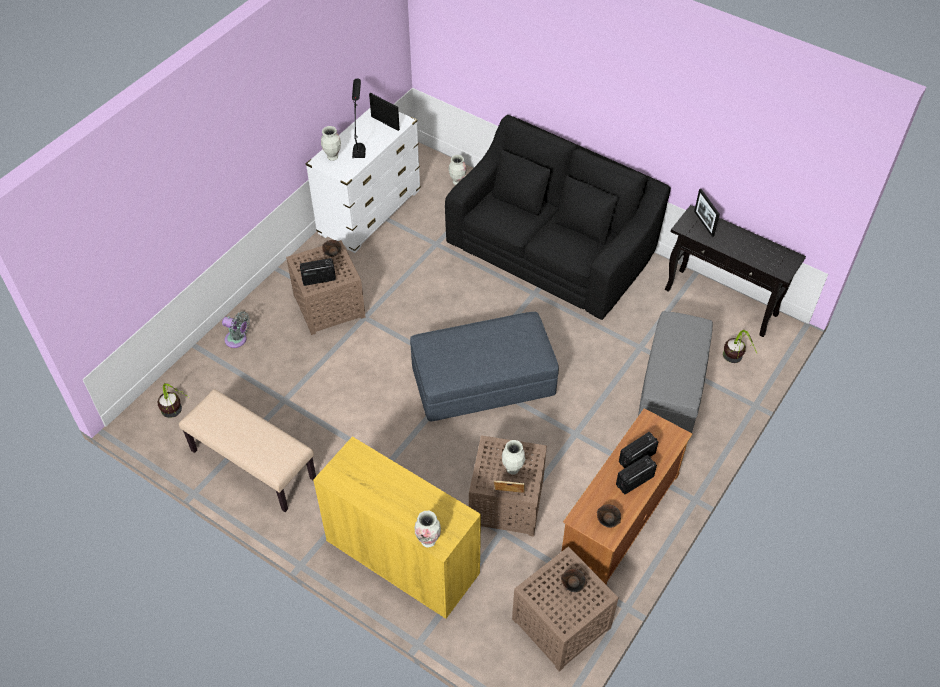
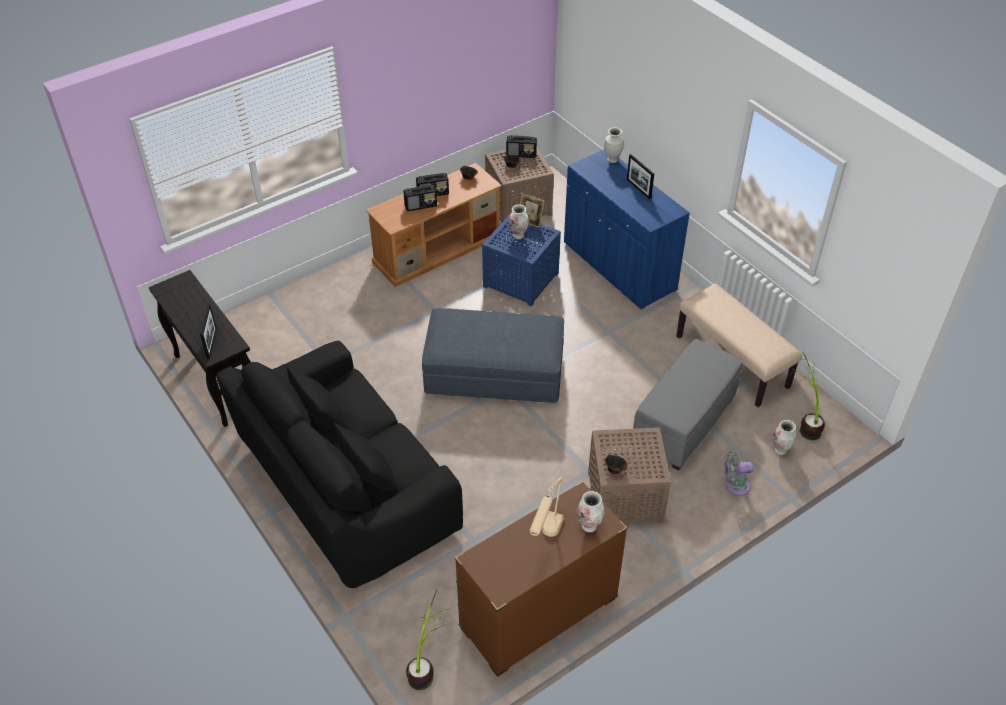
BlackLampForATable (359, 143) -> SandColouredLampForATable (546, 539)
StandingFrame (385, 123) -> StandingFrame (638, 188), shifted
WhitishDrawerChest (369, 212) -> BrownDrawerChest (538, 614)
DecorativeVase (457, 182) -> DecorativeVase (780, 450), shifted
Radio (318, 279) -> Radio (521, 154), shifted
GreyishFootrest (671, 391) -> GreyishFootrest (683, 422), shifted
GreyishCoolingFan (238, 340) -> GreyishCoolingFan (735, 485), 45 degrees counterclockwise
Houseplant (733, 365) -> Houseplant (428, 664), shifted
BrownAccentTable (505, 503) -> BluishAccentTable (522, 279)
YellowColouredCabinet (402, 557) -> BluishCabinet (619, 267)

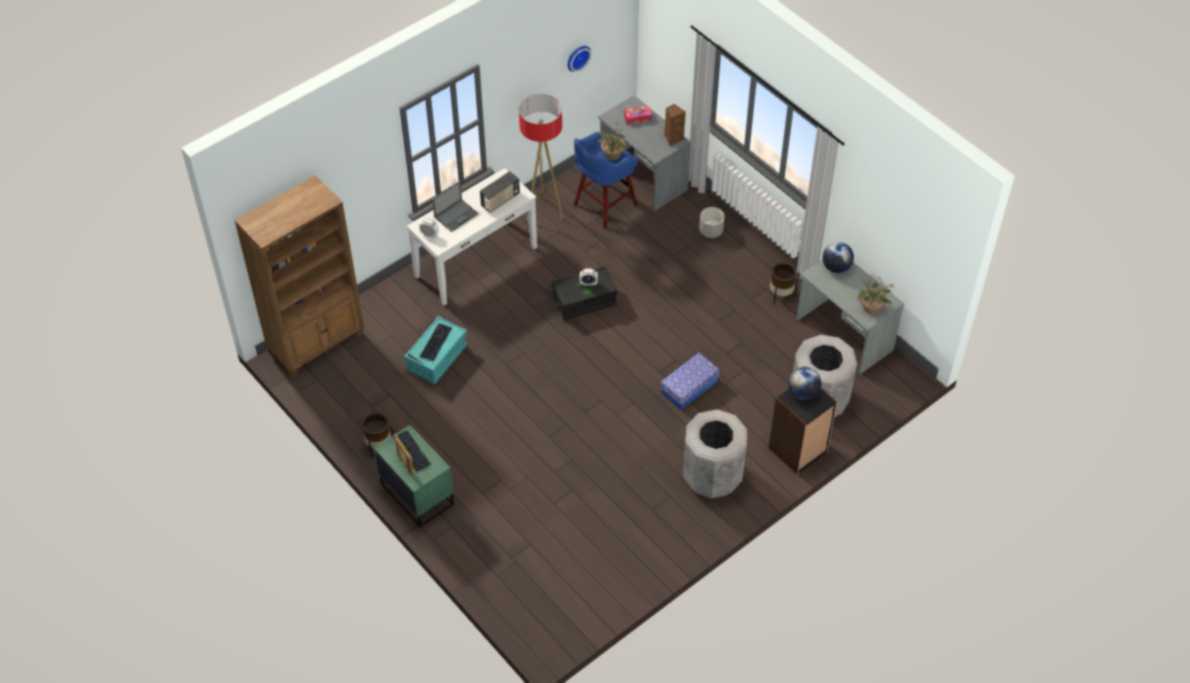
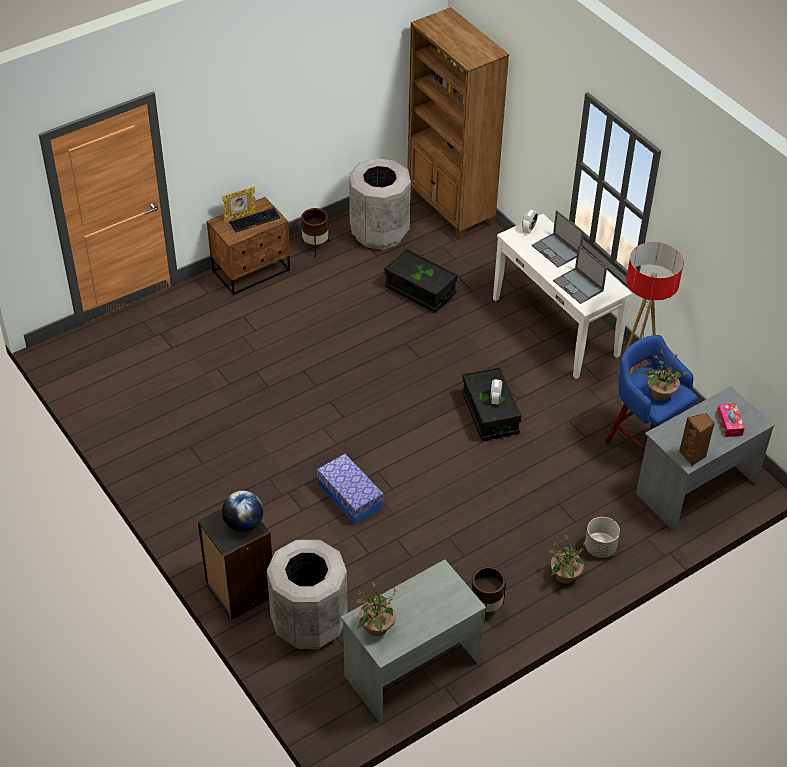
HangingClock (577, 57) -> none
Radio (500, 200) -> NotebookComputer (578, 286)
Globe (836, 267) -> none
BlueGreenStorageBox (437, 358) -> BlackStorageBox (420, 291)
Keyboard (435, 342) -> none
GreyishWasteBin (711, 476) -> GreyishWasteBin (379, 232), shifted
GreenBedsideTable (418, 494) -> BrownBedsideTable (252, 271)
none -> Houseplant (564, 576)

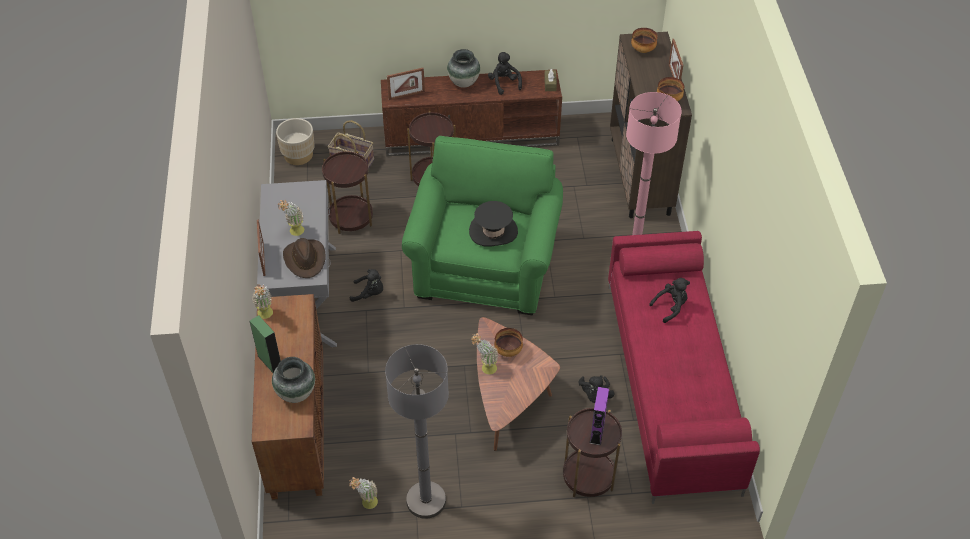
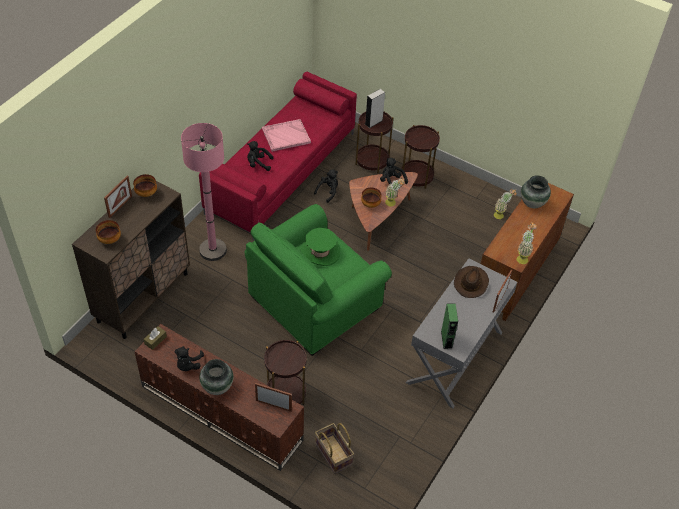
SandColouredPlantPot (298, 155) -> none
BrownAccentTable (351, 218) -> BrownAccentTable (416, 177), shifted
Houseplant (294, 233) -> none
BlackClothingHat (493, 231) -> GreenClothingHat (320, 252)
BlackSoftToy (369, 293) -> BlackSoftToy (391, 181), shifted
GreenLoudspeaker (270, 361) -> GreenLoudspeaker (446, 339), shifted
GreyishFloorLamp (426, 500) -> none
PurpleColouredLoudspeaker (597, 432) -> GreyishLoudspeaker (373, 122)
none -> PinkishServingTray (285, 136)

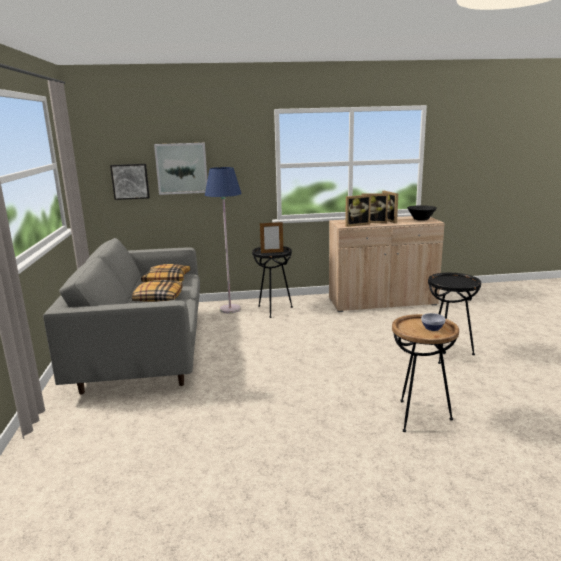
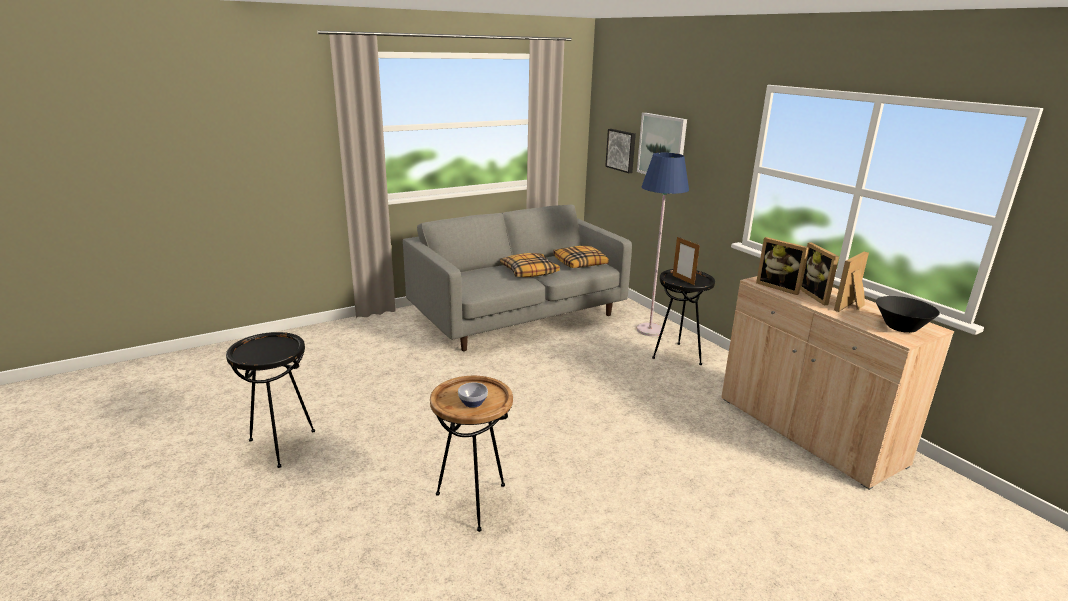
BlackAccentTable (448, 354) -> BlackAccentTable (281, 445), shifted

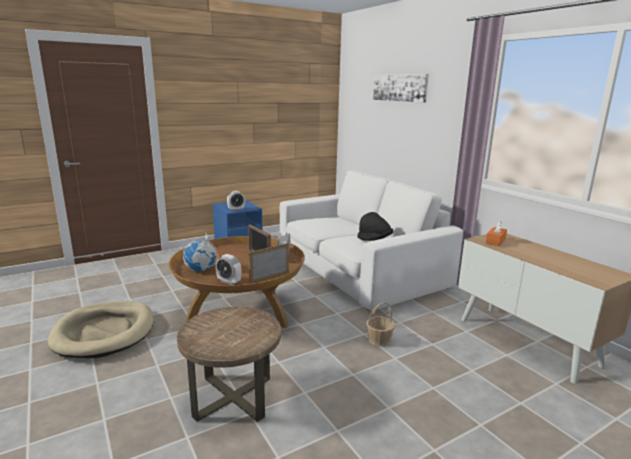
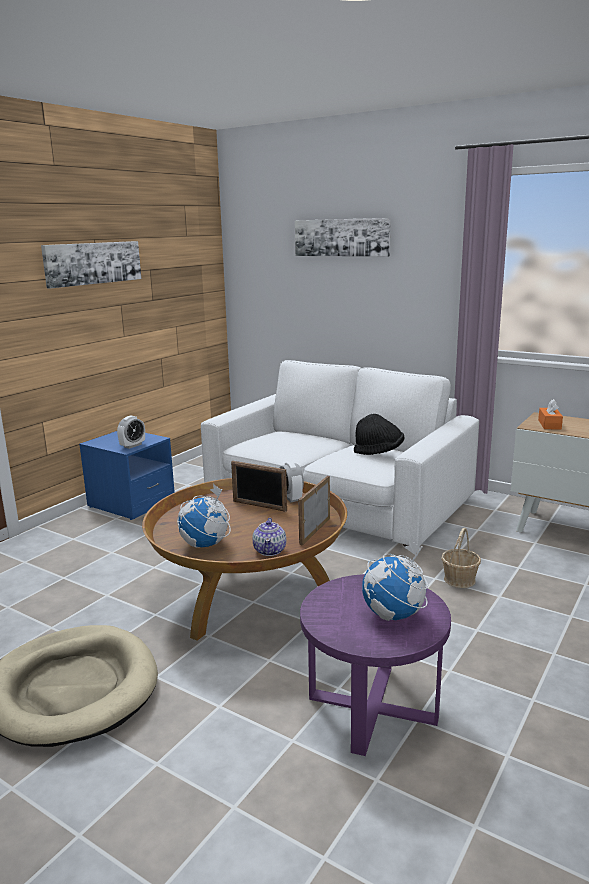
TableClock (229, 282) -> PotForTea (270, 550)
BrownAccentTable (233, 396) -> PurpleColouredAccentTable (372, 707)
none -> WallPicture (93, 263)
none -> Globe (394, 615)

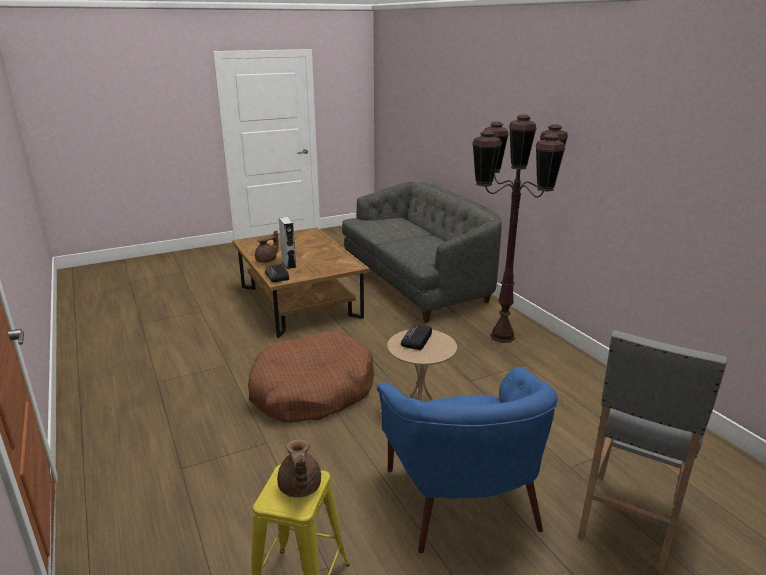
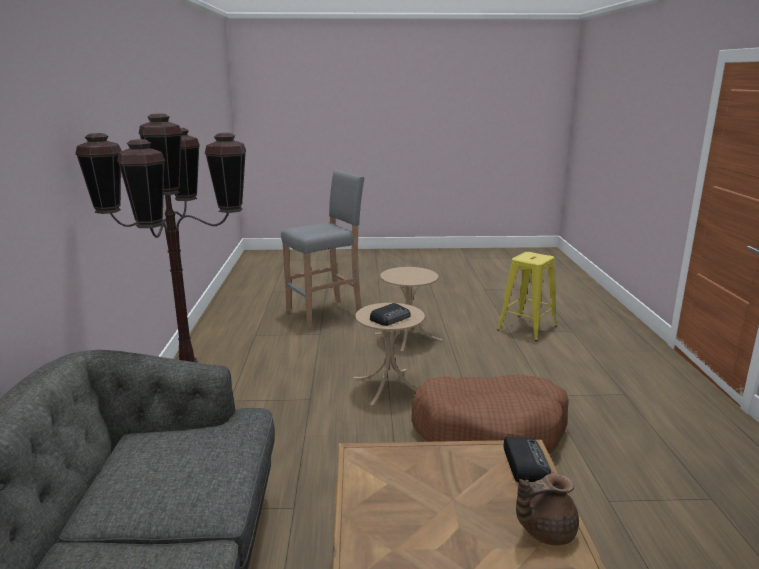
GreyishLoudspeaker (288, 264) -> none
BluishEasyChair (463, 499) -> SandColouredAccentTable (408, 337)
BrownPotForTea (299, 488) -> none

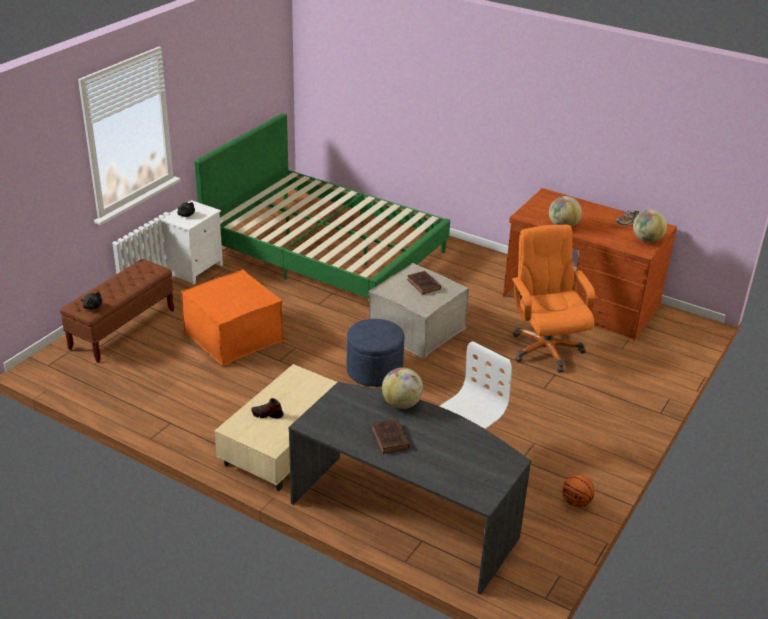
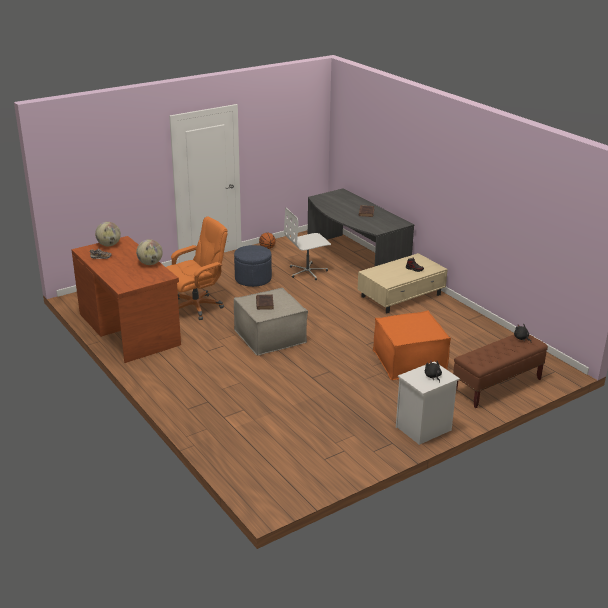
GreenBed (325, 250) -> none
OrangeyDeskChair (545, 349) -> OrangeyDeskChair (196, 307), 135 degrees counterclockwise
BluishFootrest (374, 371) -> BluishFootrest (253, 279), shifted
Globe (401, 404) -> none

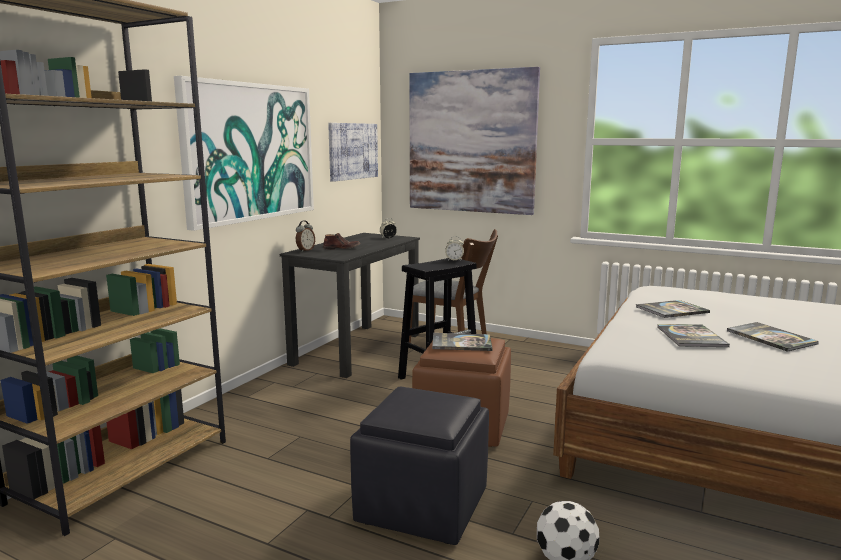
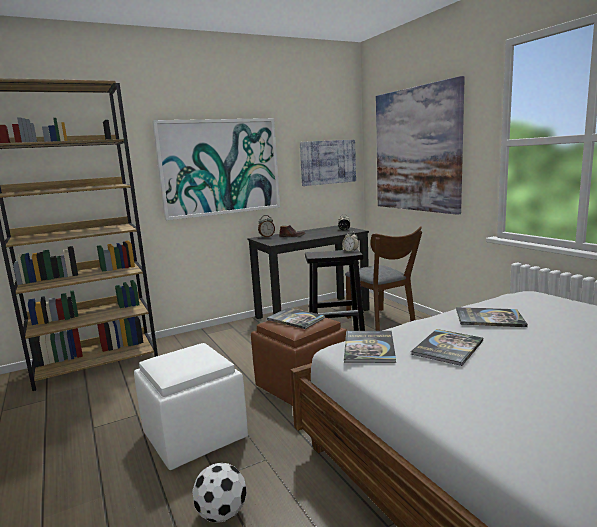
Volume (771, 337) -> Volume (369, 347), shifted
BlackFootrest (421, 505) -> WhitishFootrest (195, 435)

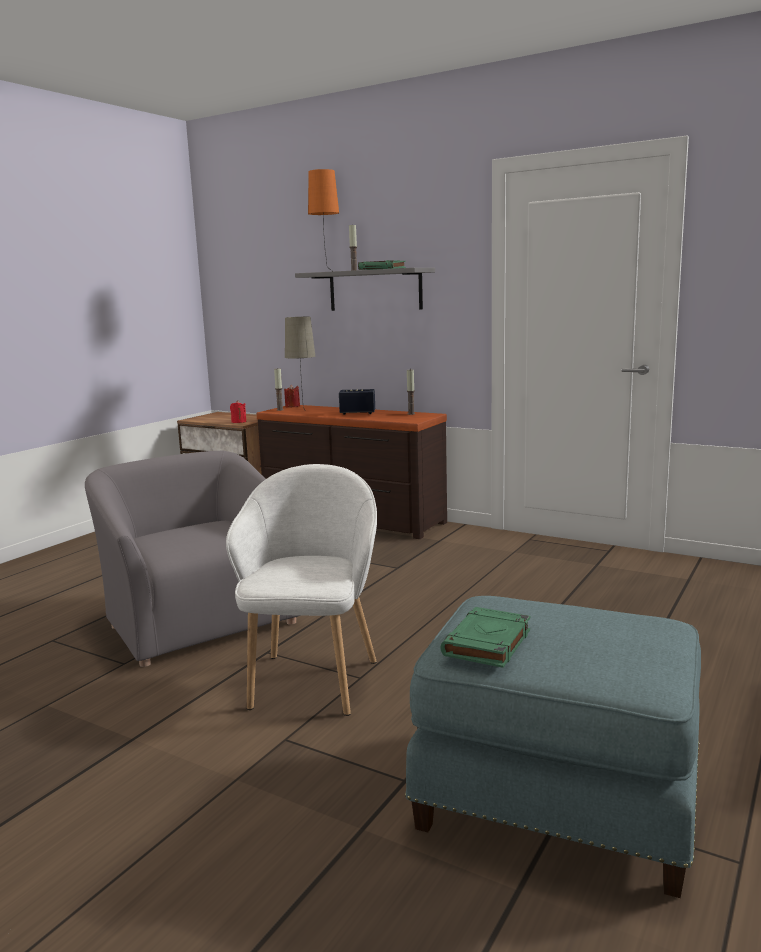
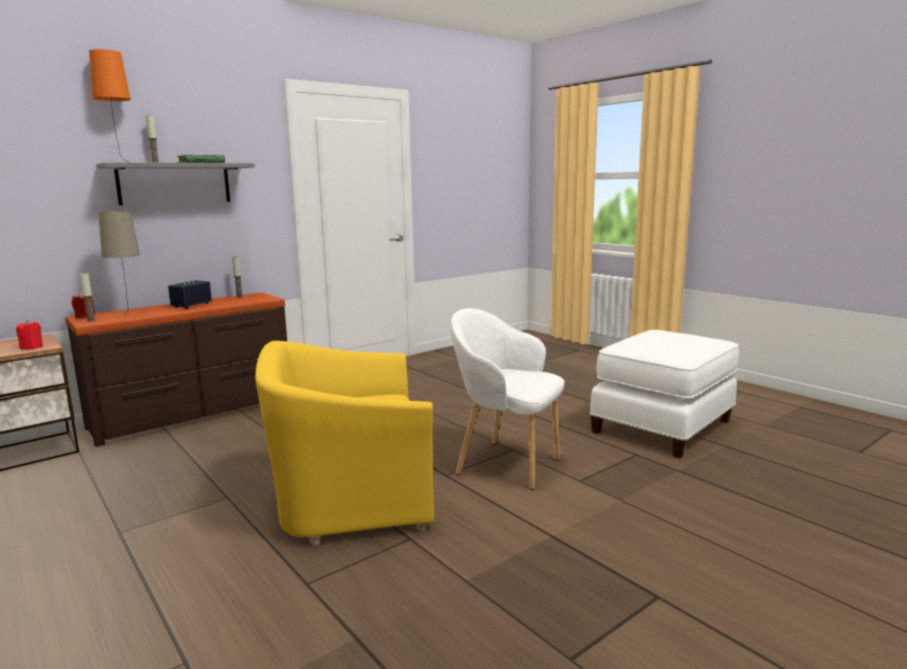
GreyishEasyChair (199, 620) -> YellowColouredEasyChair (350, 498)
BluishFootrest (556, 802) -> WhitishFootrest (663, 427)
GreenVolume (487, 643) -> none

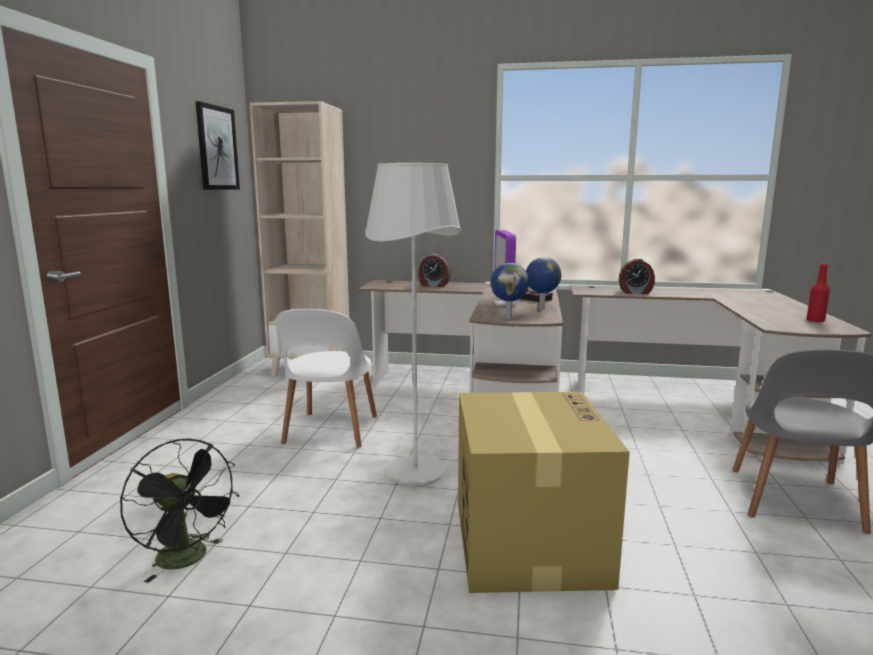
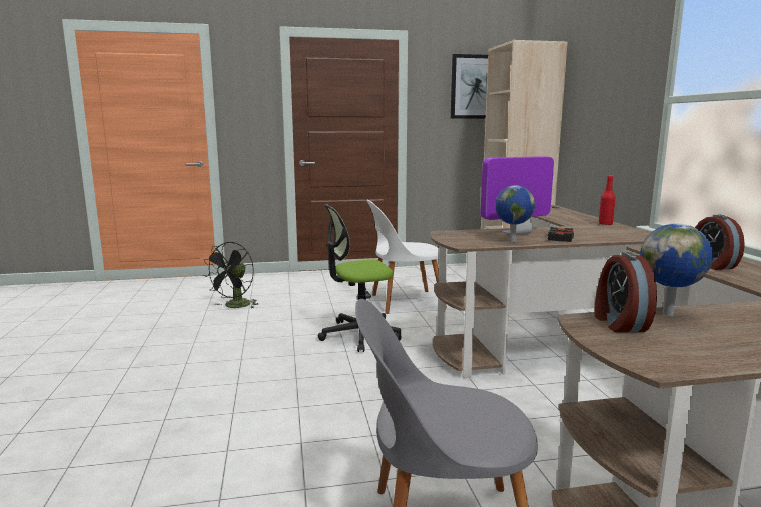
WhitishFloorLamp (415, 473) -> DeskChair (359, 335)
TableClock (434, 285) -> TableClock (619, 323), shifted
Globe (508, 318) -> Globe (669, 313), shifted
ReddishBottle (815, 321) -> ReddishBottle (605, 224), shifted
PackingBox (527, 540) -> none

